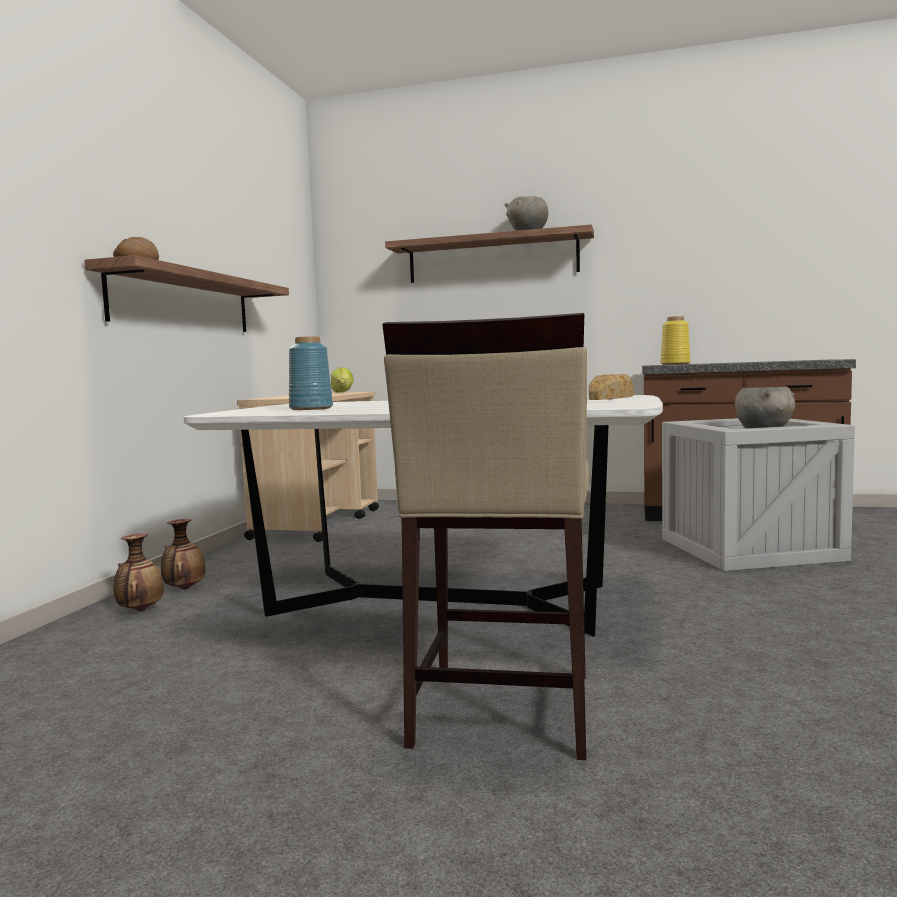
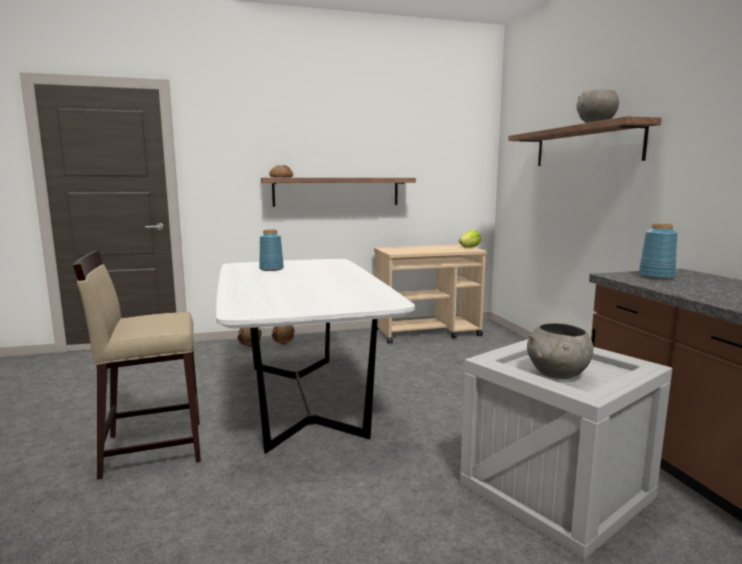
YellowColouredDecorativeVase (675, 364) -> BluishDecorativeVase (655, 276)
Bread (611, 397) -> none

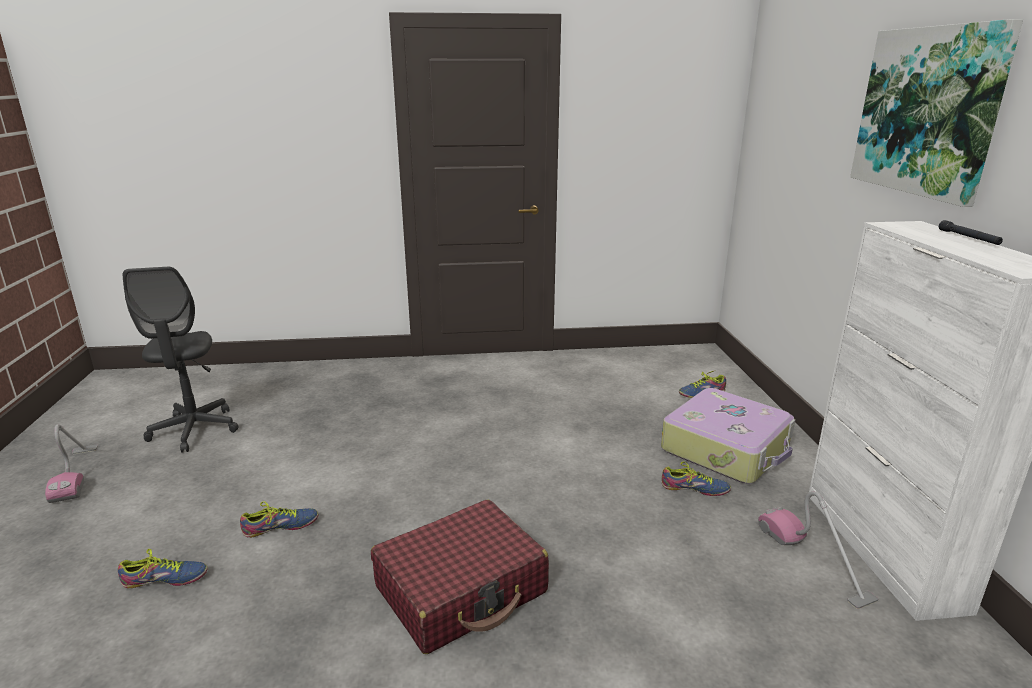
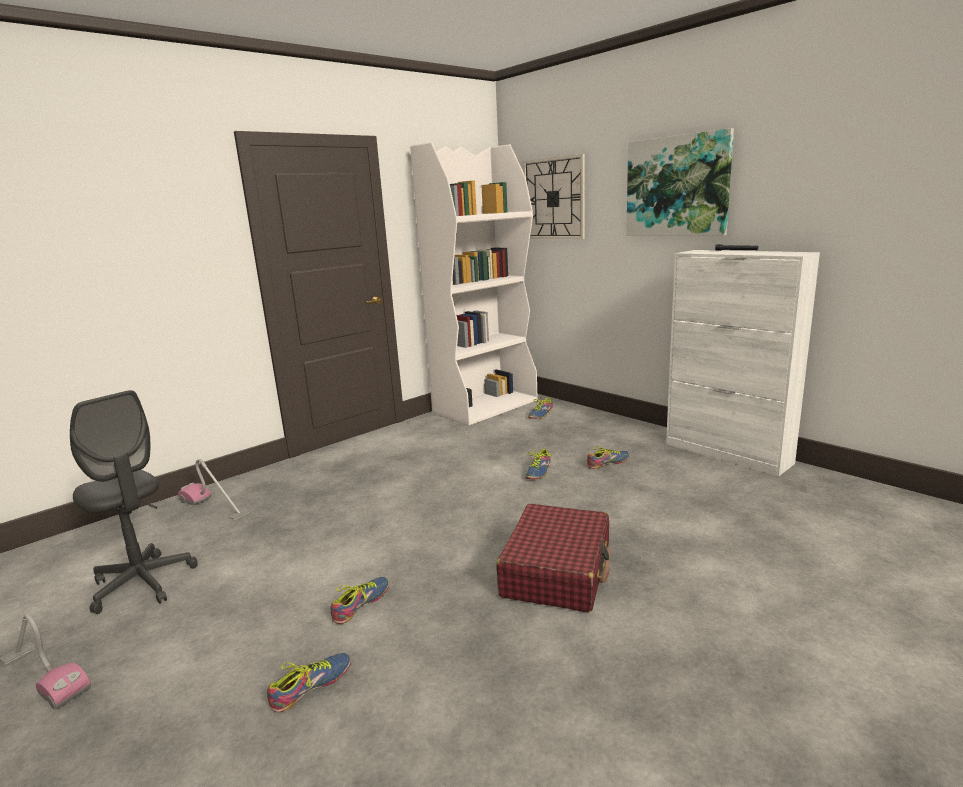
Suitcase (726, 448) -> none
Hoover (813, 560) -> Hoover (214, 506), shifted
none -> WhitishBookshelf (486, 406)
none -> HangingClock (554, 199)
none -> Shoe (539, 471)

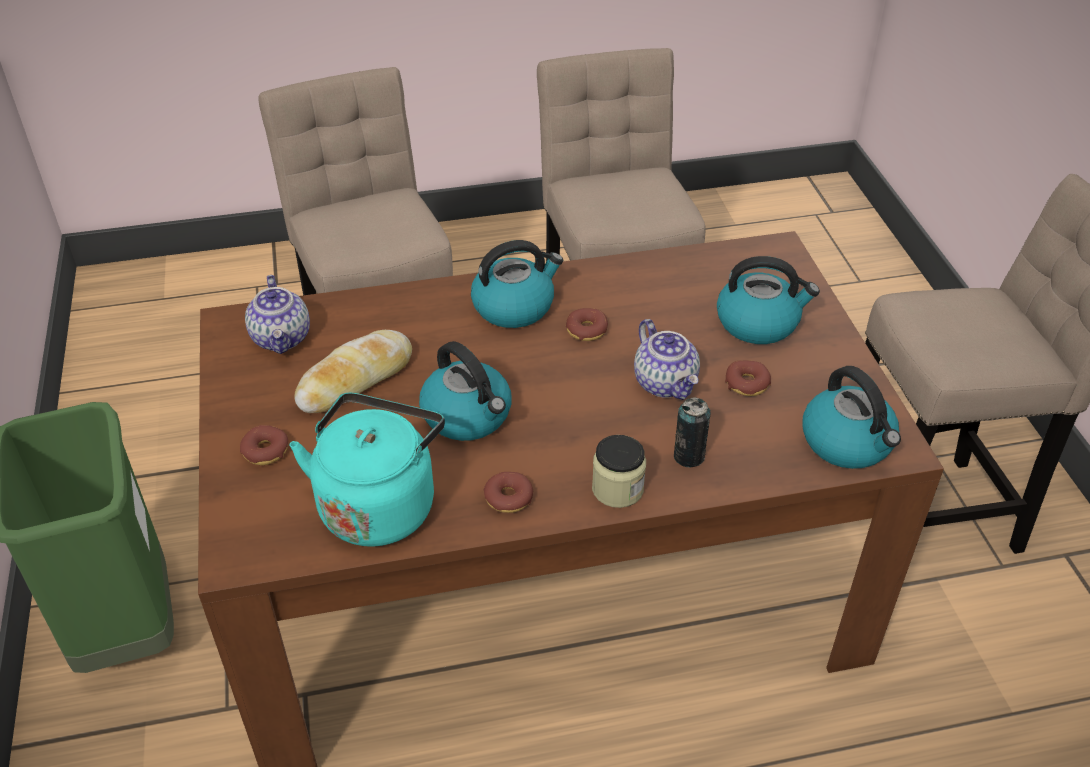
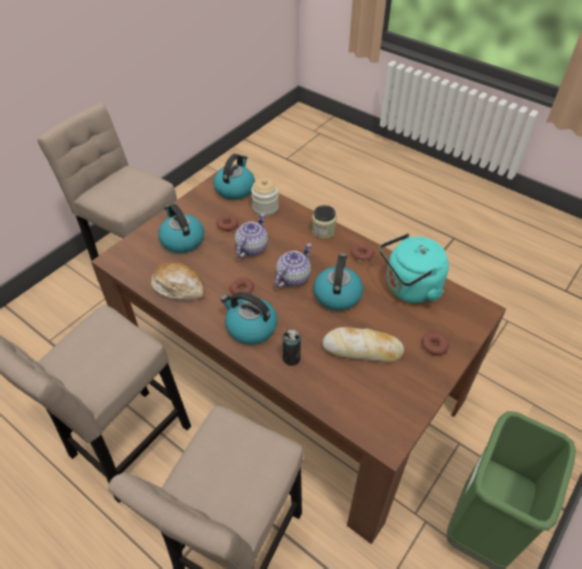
PotForTea (282, 338) -> PotForTea (293, 277), shifted
Can (688, 456) -> Can (291, 358), shifted
none -> PreserveJar (265, 208)
none -> Bread (179, 287)

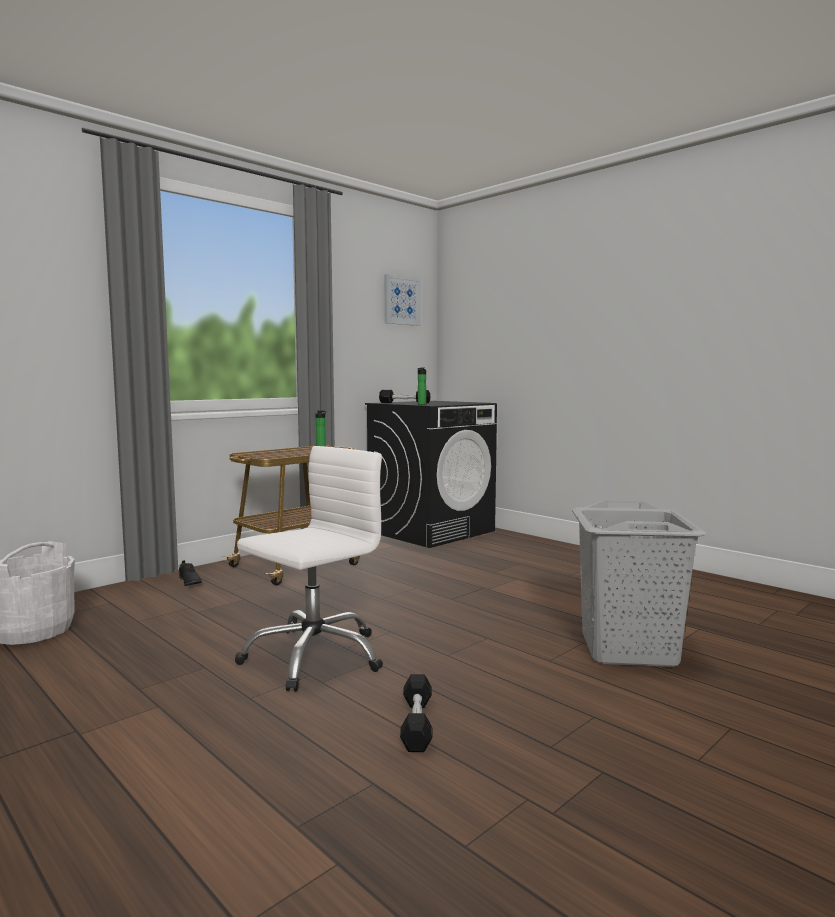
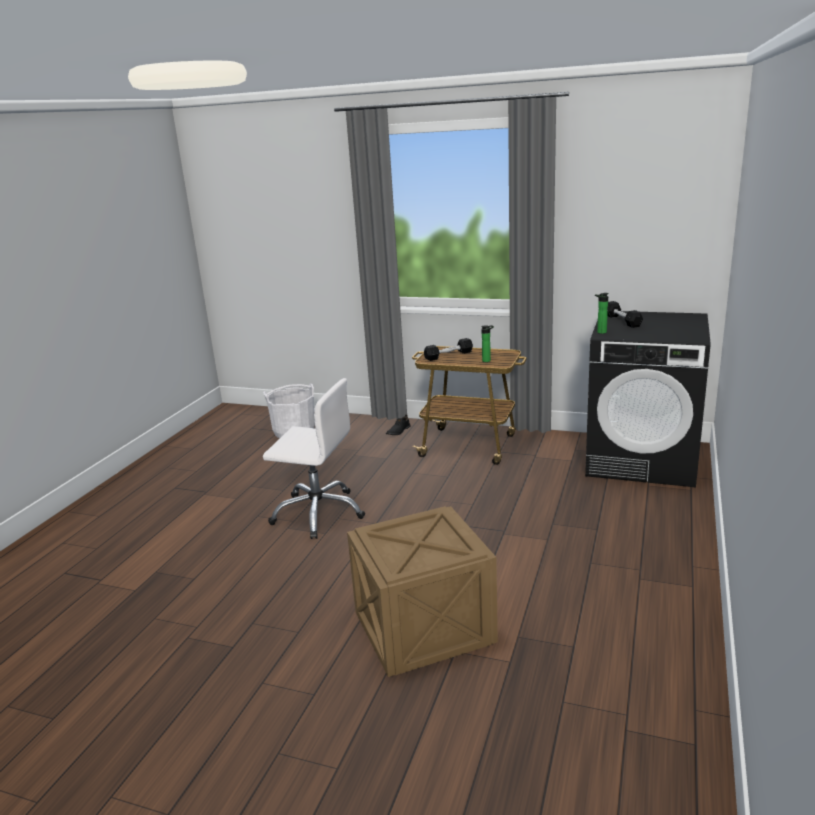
WallPicture (401, 300) -> none
GreyishWashingBasket (629, 649) -> Crate (425, 628)
BlackFreeWeight (417, 723) -> BlackFreeWeight (448, 355), shifted

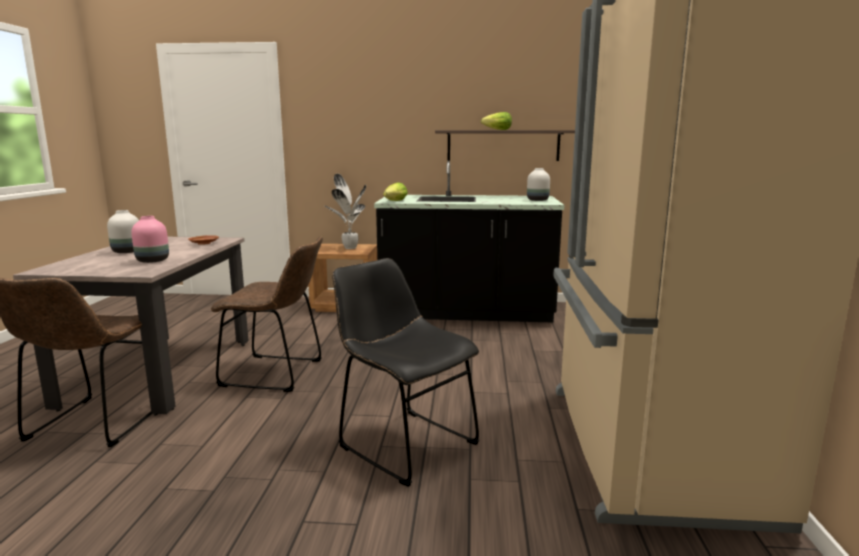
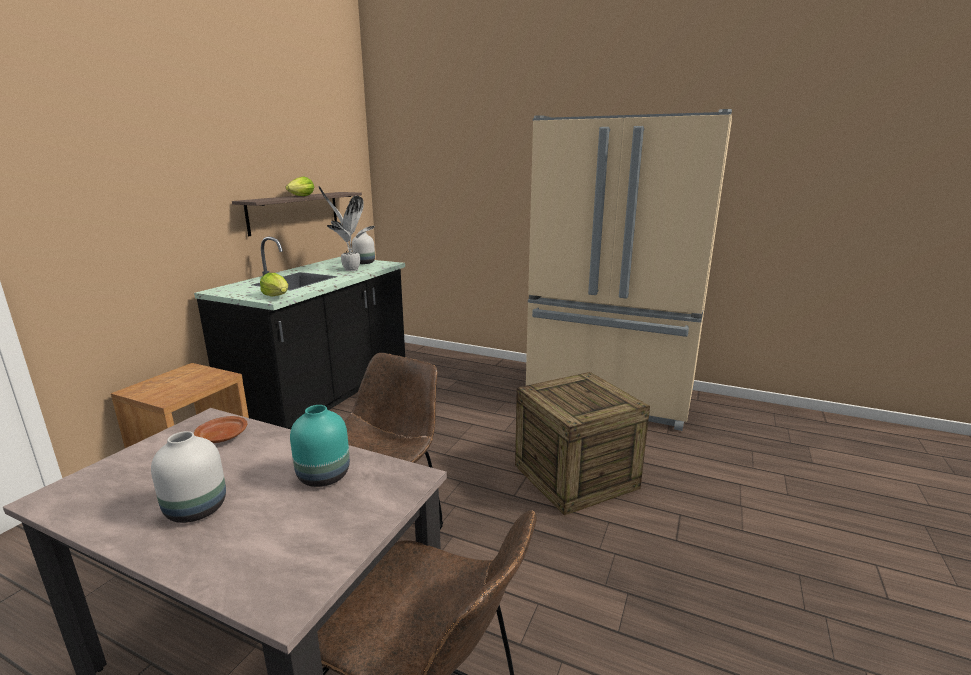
Houseplant (349, 247) -> Houseplant (349, 270), shifted
PinkishDecorativeVase (152, 260) -> BlueGreenDecorativeVase (322, 476)
BlackChair (403, 443) -> Crate (575, 476)

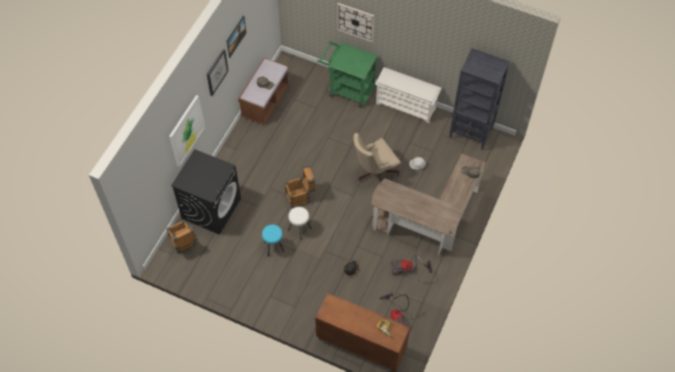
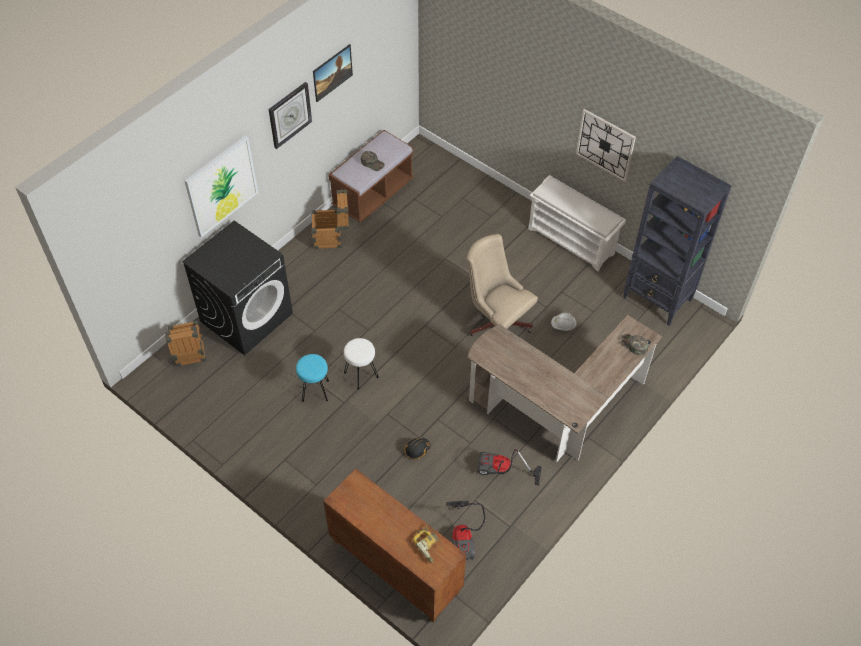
HangingClock (355, 22) -> HangingClock (605, 145), shifted
GreenTrolley (348, 89) -> none
SandColouredDeskChair (374, 173) -> SandColouredDeskChair (496, 322), 60 degrees clockwise
Crate (300, 196) -> Crate (332, 238), shifted

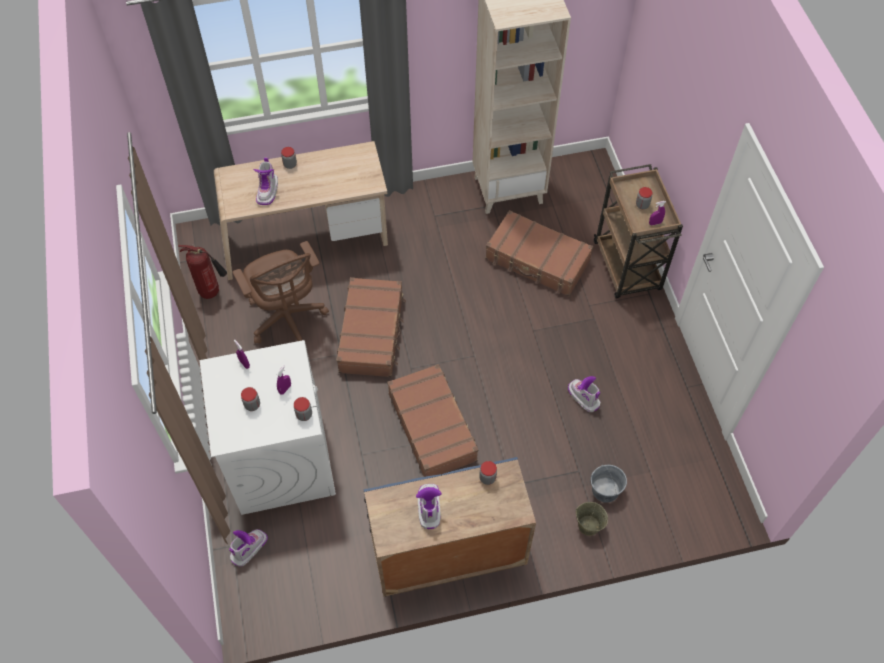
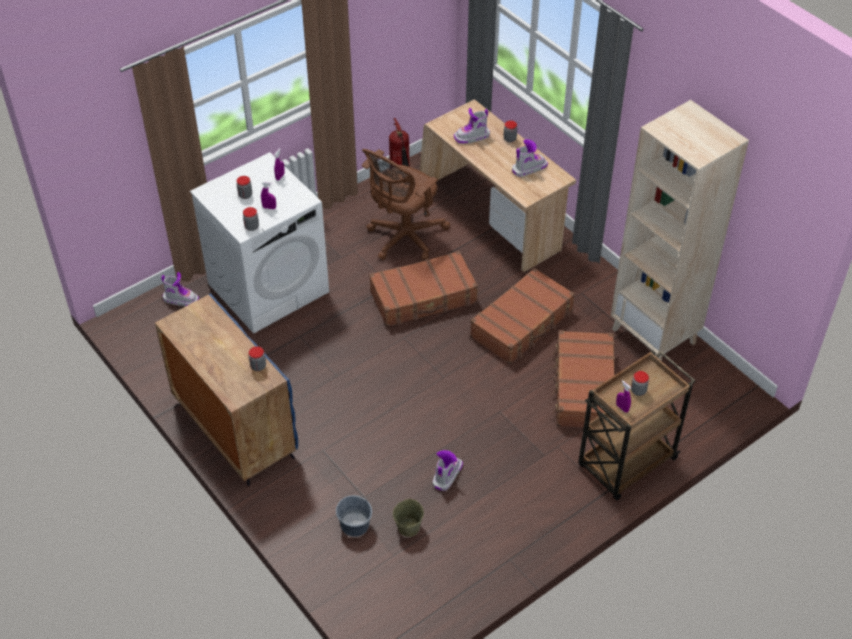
BrownSuitcase (433, 426) -> BrownSuitcase (522, 324), shifted
TallBoot (429, 508) -> TallBoot (529, 168), shifted
SandColouredPail (588, 525) -> SandColouredPail (408, 527), shifted

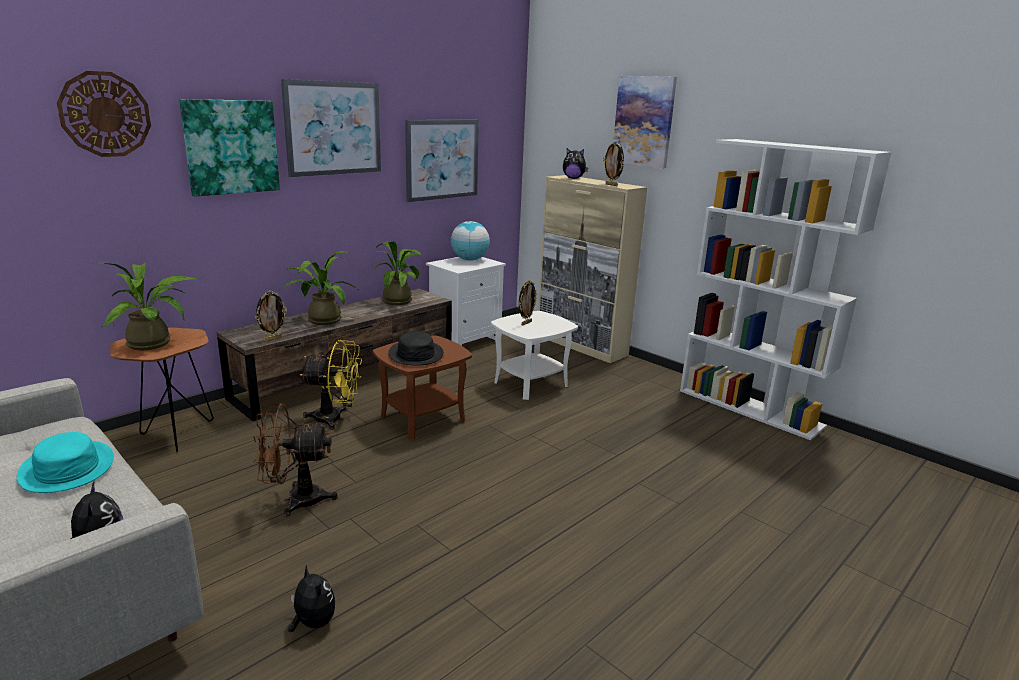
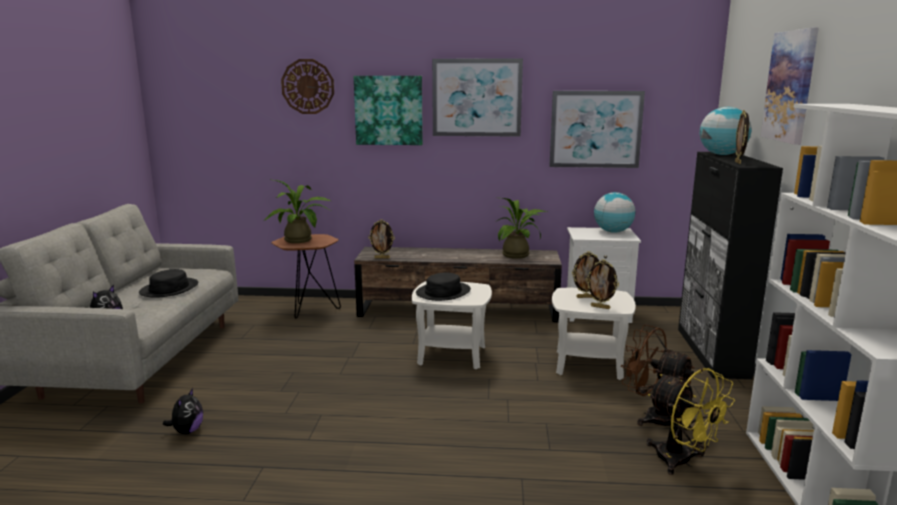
SoftToy (573, 178) -> Globe (722, 154)
SandColouredCabinet (581, 345) -> BlackCabinet (711, 352)
Houseplant (321, 320) -> none
BrownAccentTable (423, 419) -> WhitishAccentTable (452, 355)
YellowColouredCoolingFan (335, 419) -> YellowColouredCoolingFan (681, 462), shifted
BrownCoolingFan (295, 500) -> BrownCoolingFan (652, 416), shifted
BlueGreenClothingHat (67, 468) -> BlackClothingHat (169, 289)
none -> StandingFrame (600, 307)

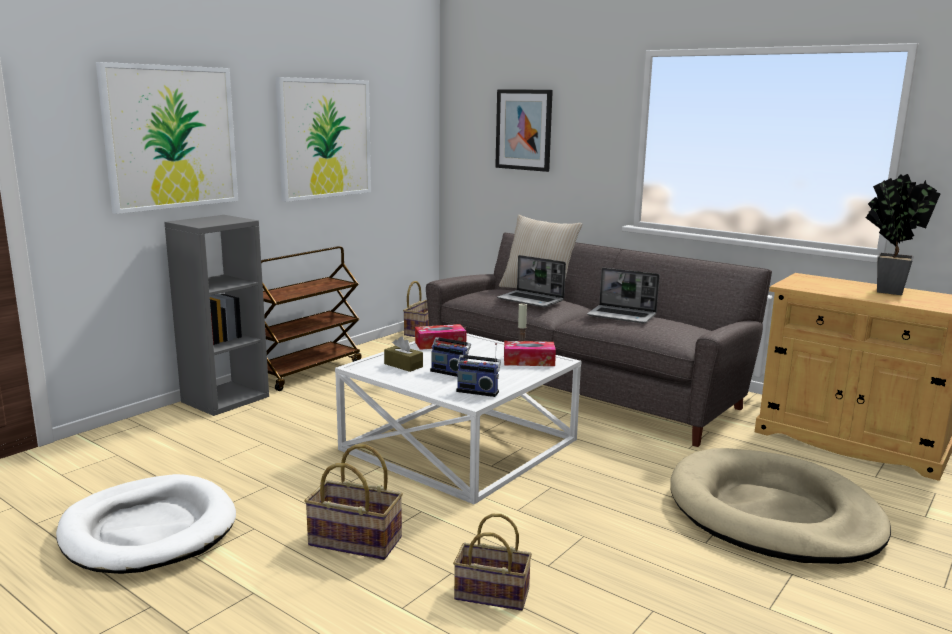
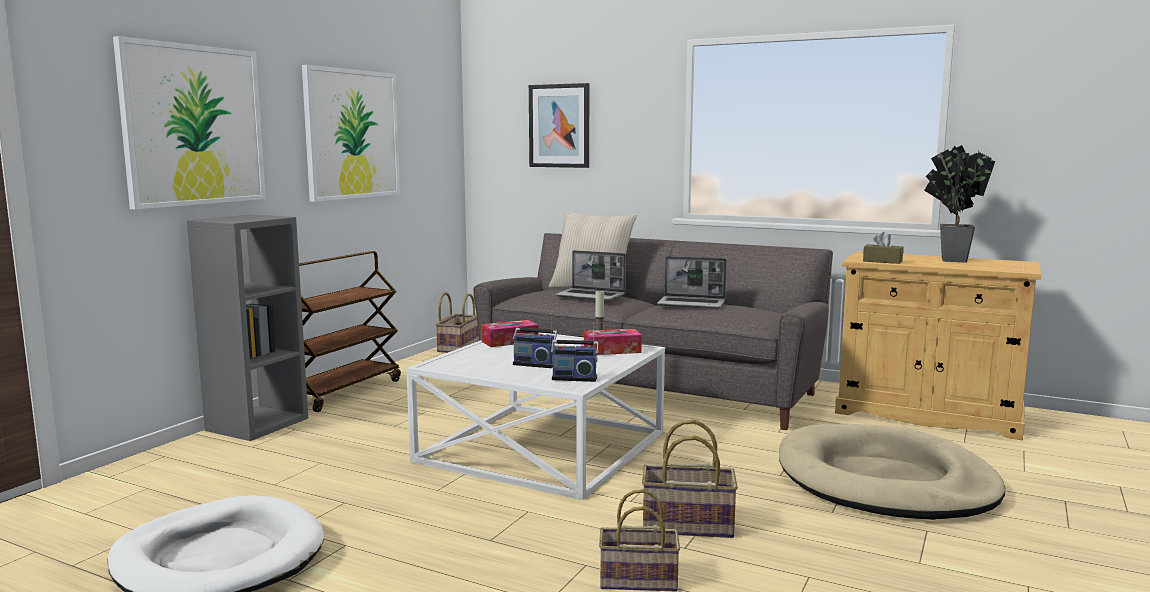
BrownTissueHolder (403, 365) -> BrownTissueHolder (882, 261), shifted
StorageBasket (354, 542) -> StorageBasket (687, 526), shifted

